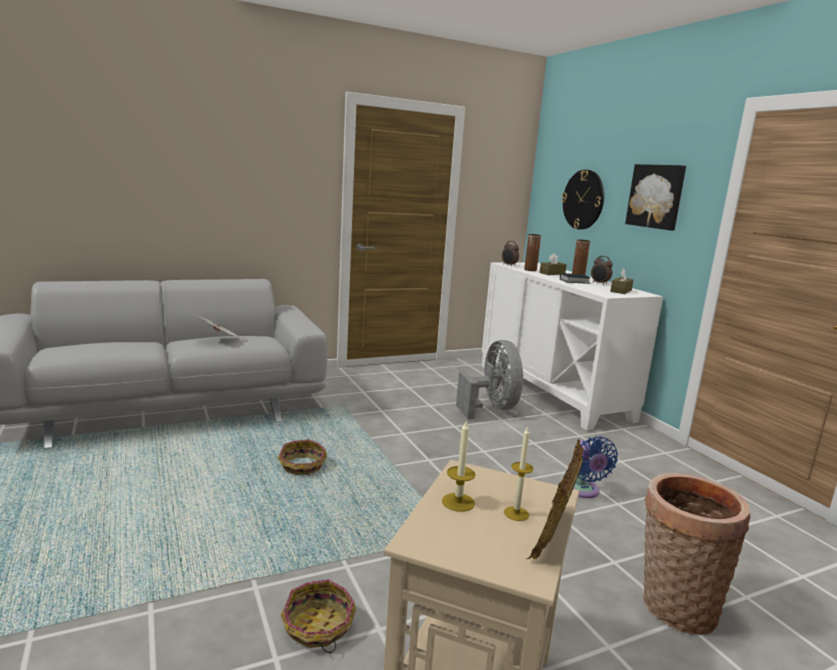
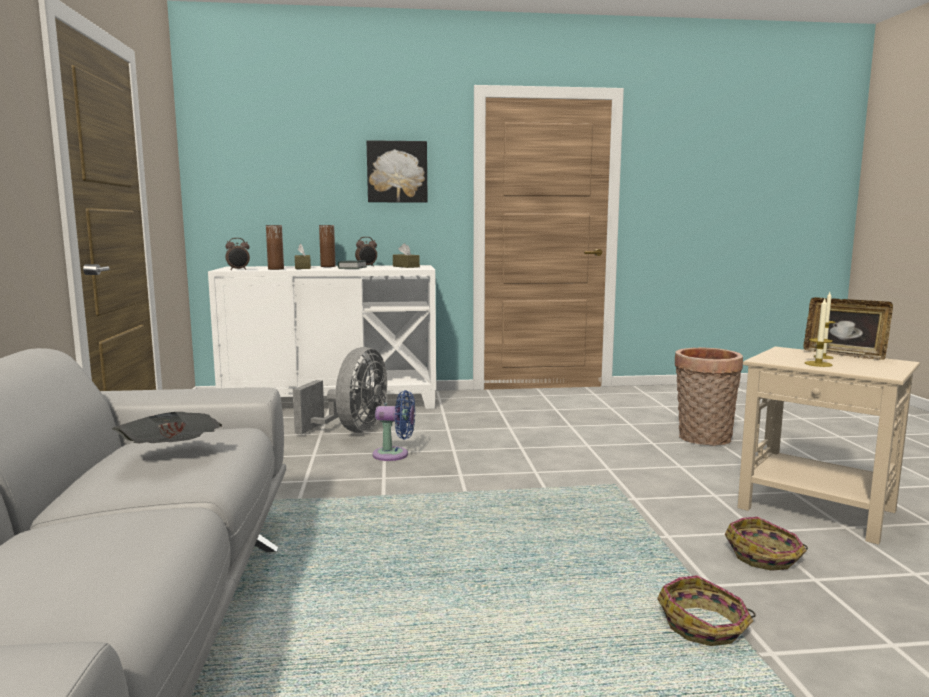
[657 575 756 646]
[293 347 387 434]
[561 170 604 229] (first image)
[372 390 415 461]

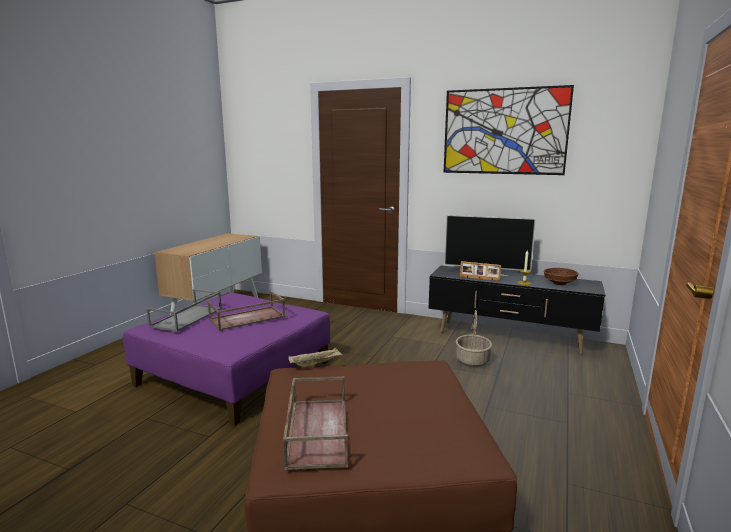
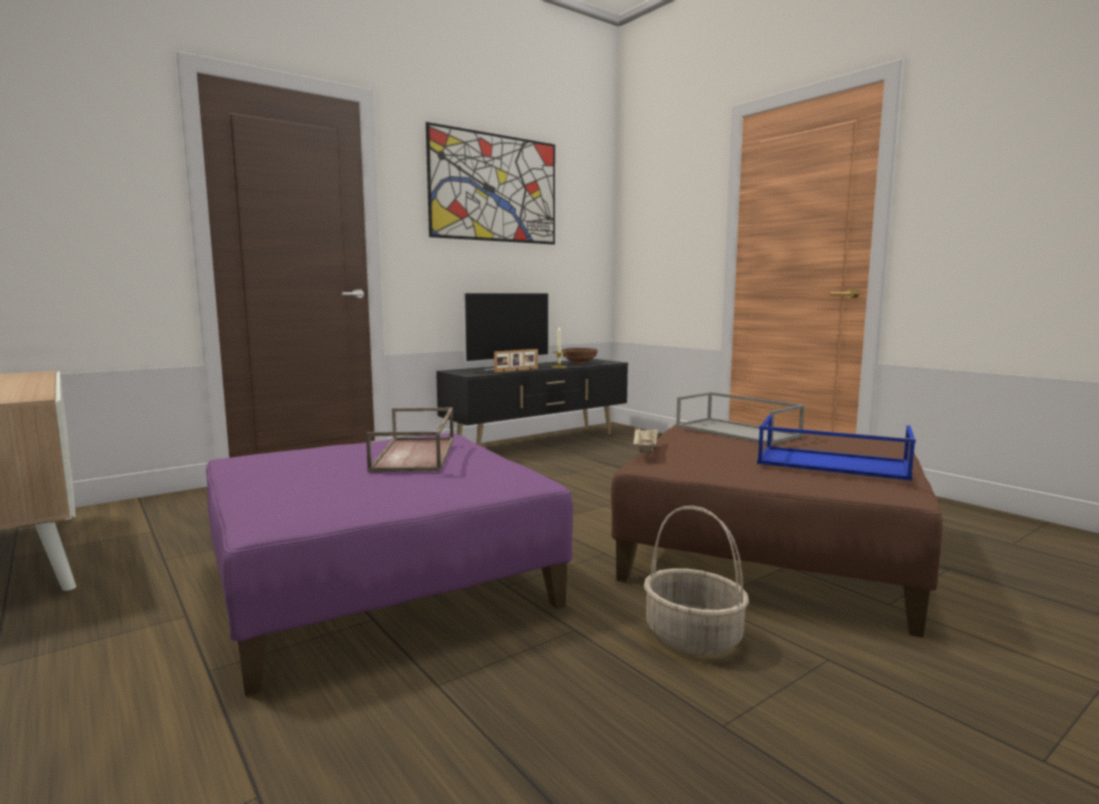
[676 392 805 445]
[757 415 916 481]
[644 506 749 655]

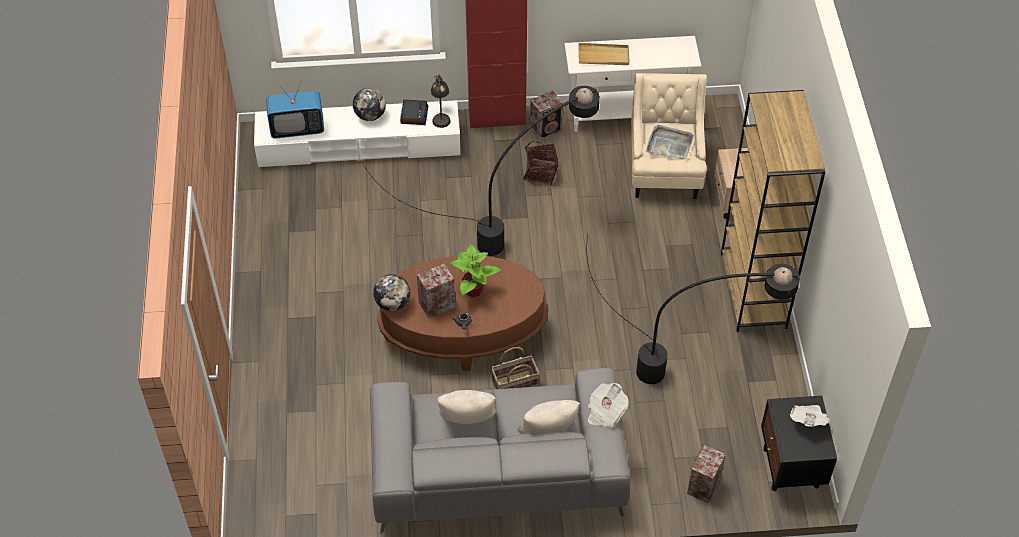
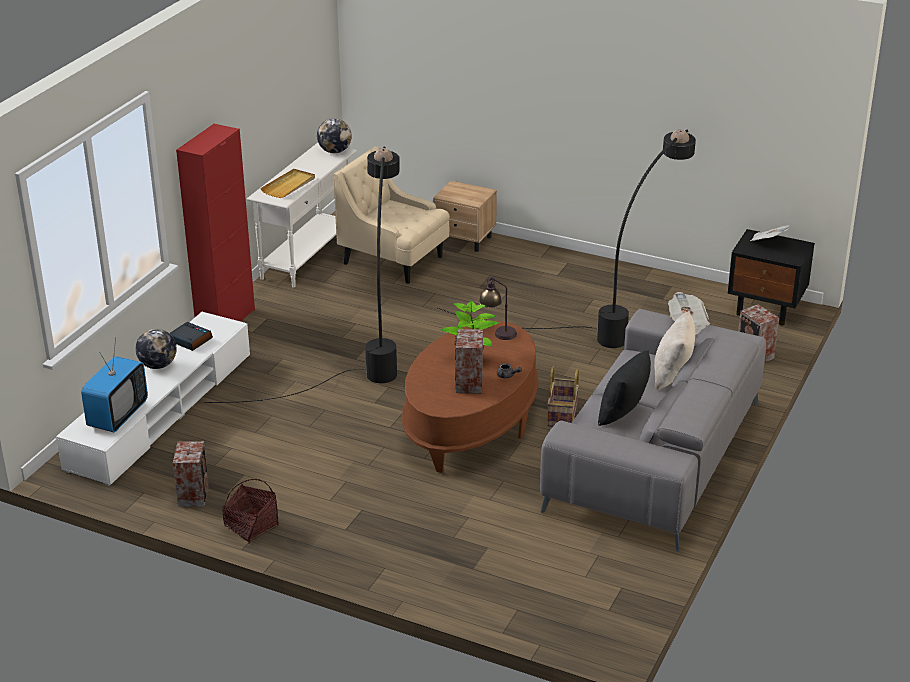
[317 118 352 153]
[479 276 517 340]
[598 350 651 426]
[222 479 279 544]
[173 441 209 507]
[646 125 694 160] (first image)
[721 90 825 332] (first image)

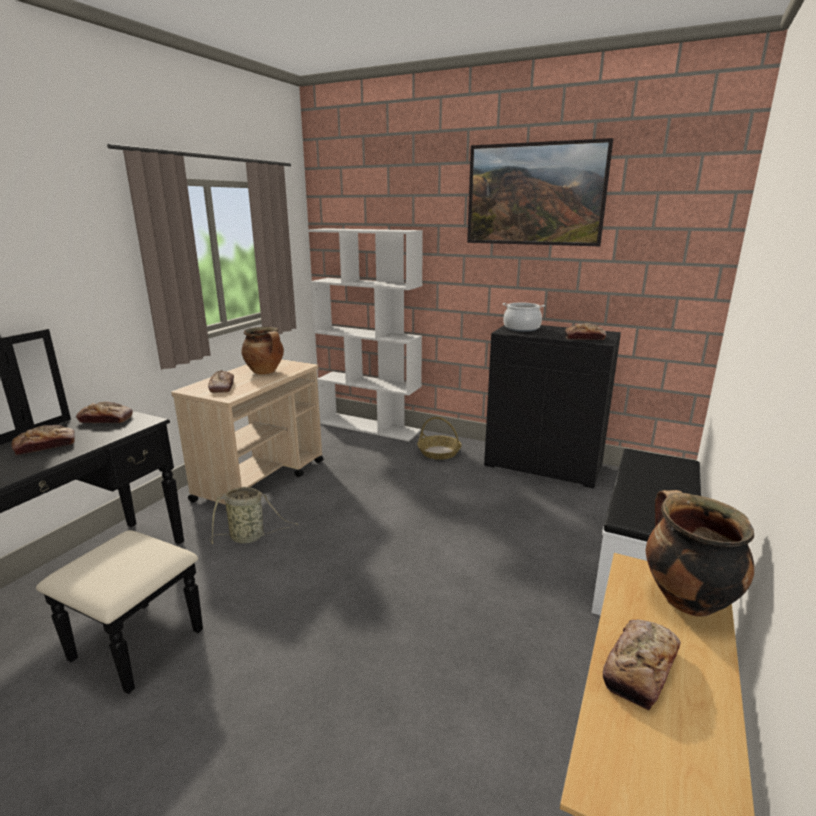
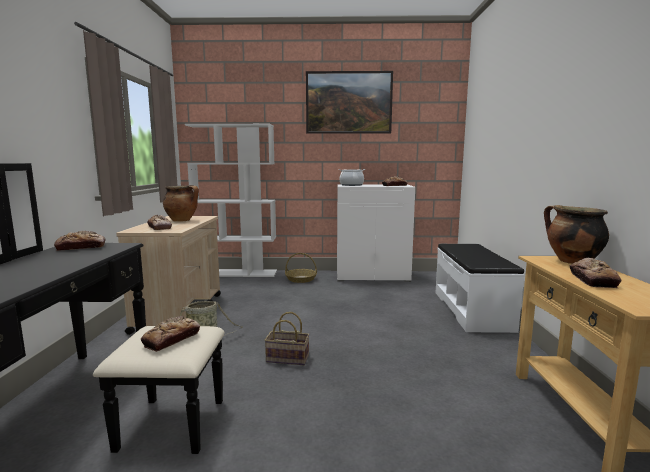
[141 316 200 352]
[337 185 415 282]
[265 312 310 365]

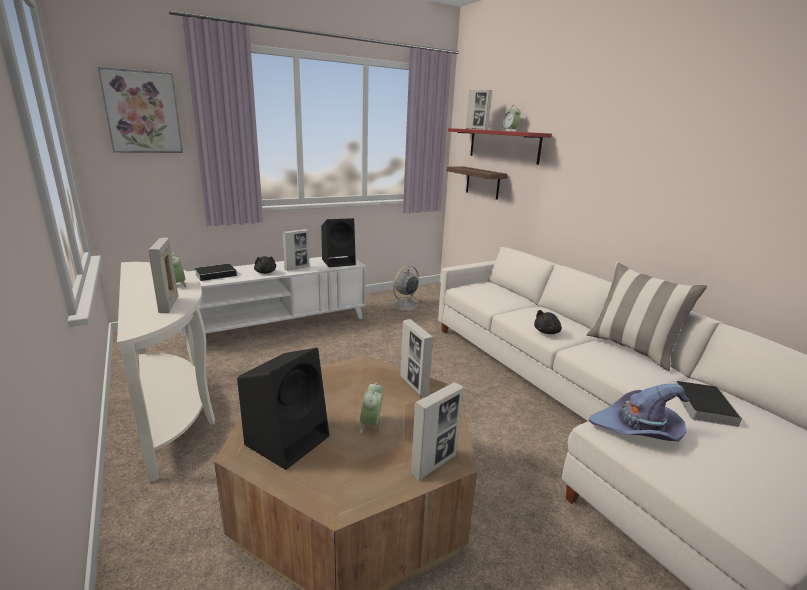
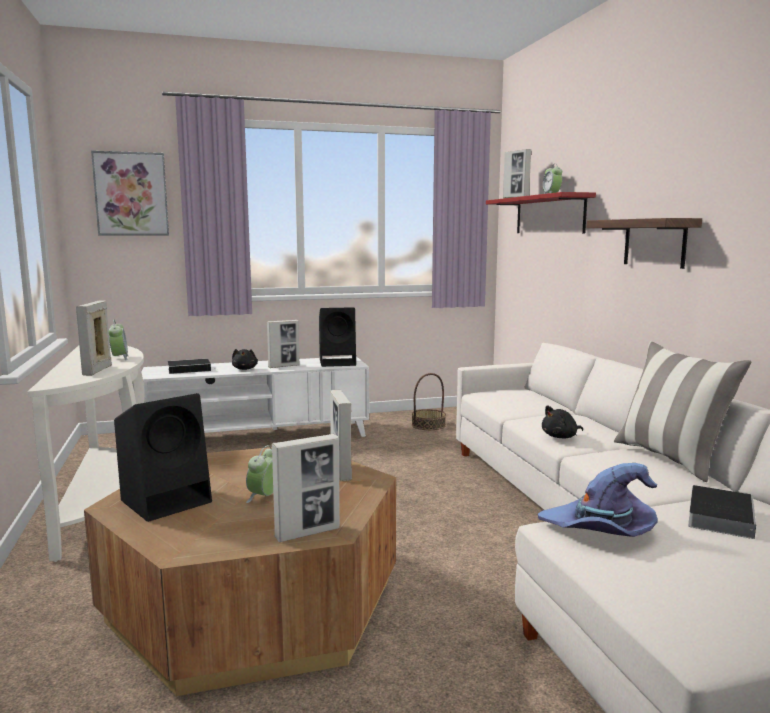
[412 373 446 430]
[587 218 702 269]

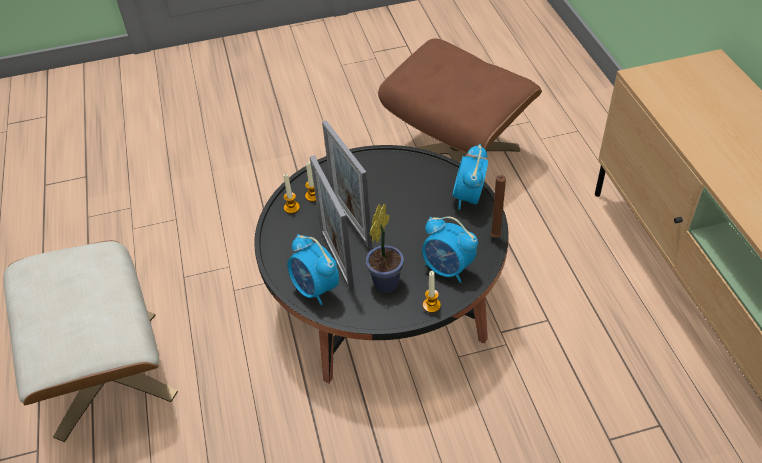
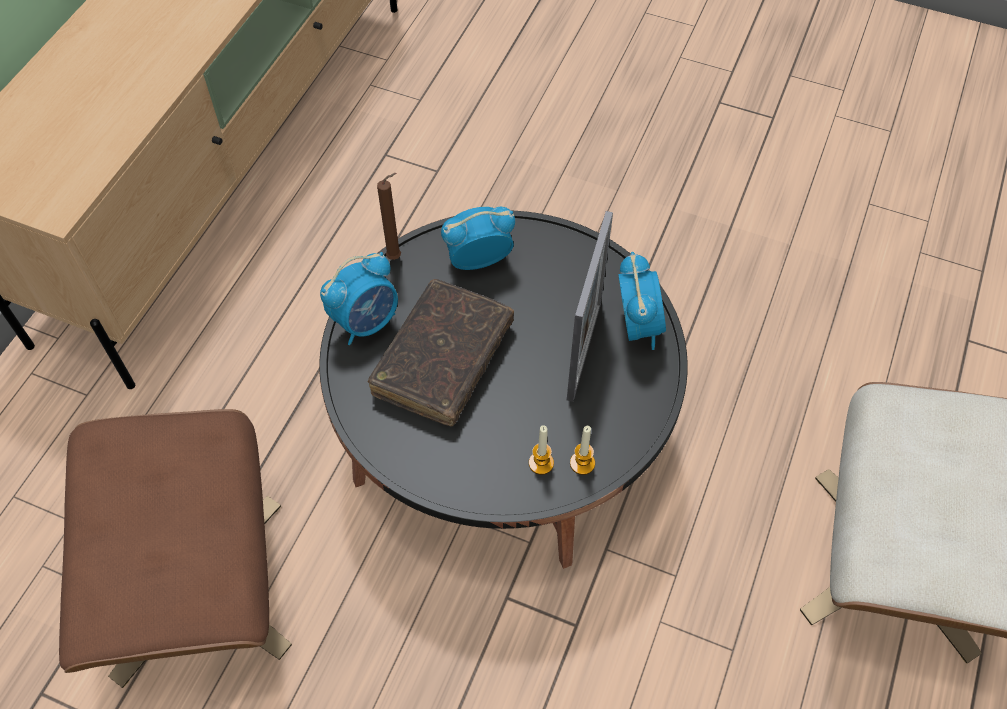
[322 120 372 248] (first image)
[366 203 404 293] (first image)
[441 207 515 270]
[423 271 441 313] (first image)
[367 279 514 426]

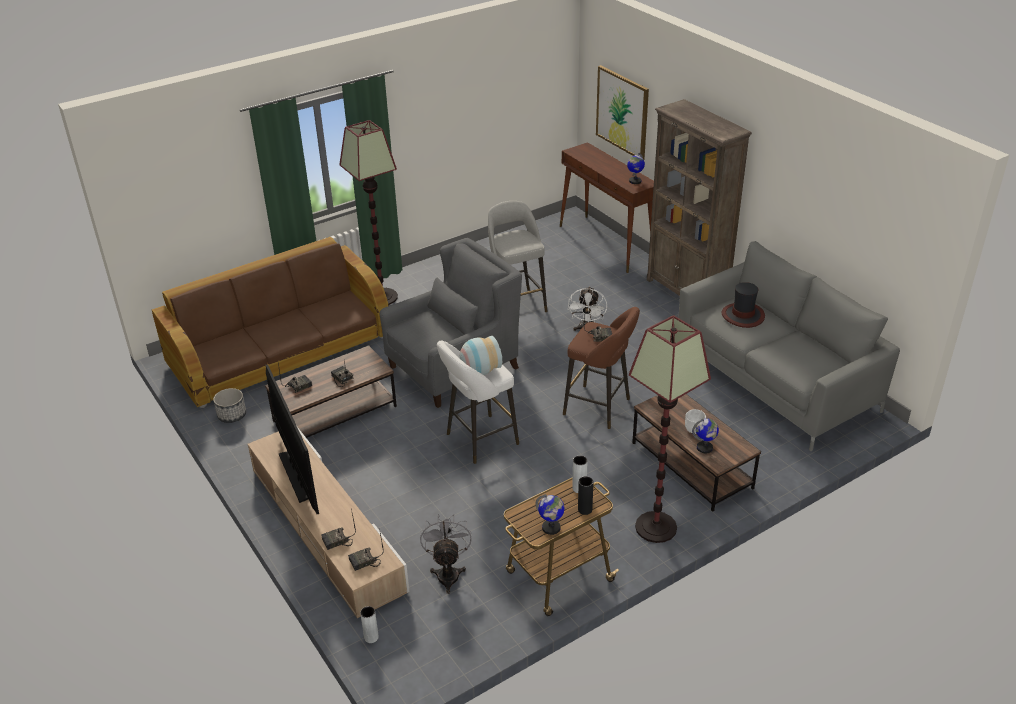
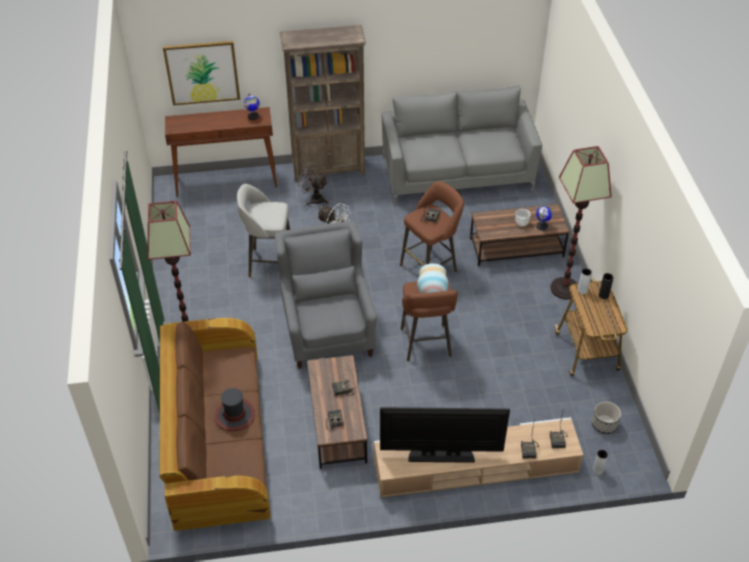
[592 402 621 434]
[296 162 328 206]
[401 281 458 361]
[535 494 565 535] (first image)
[215 388 255 431]

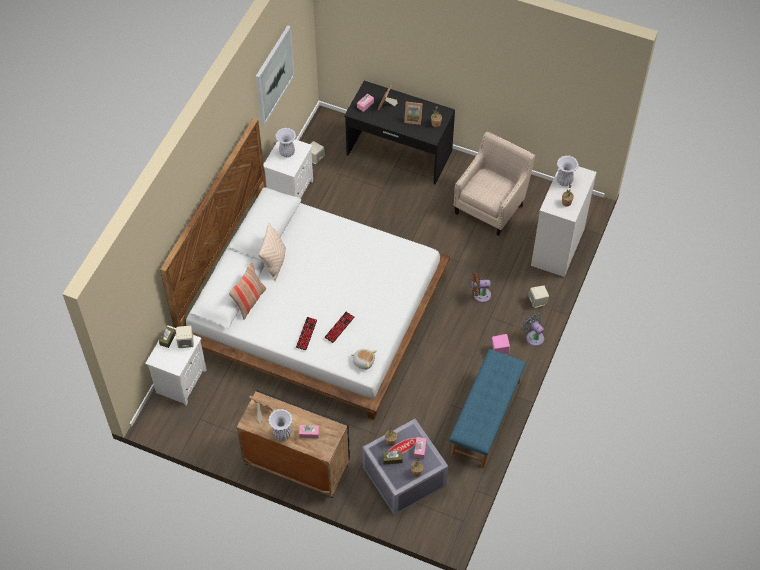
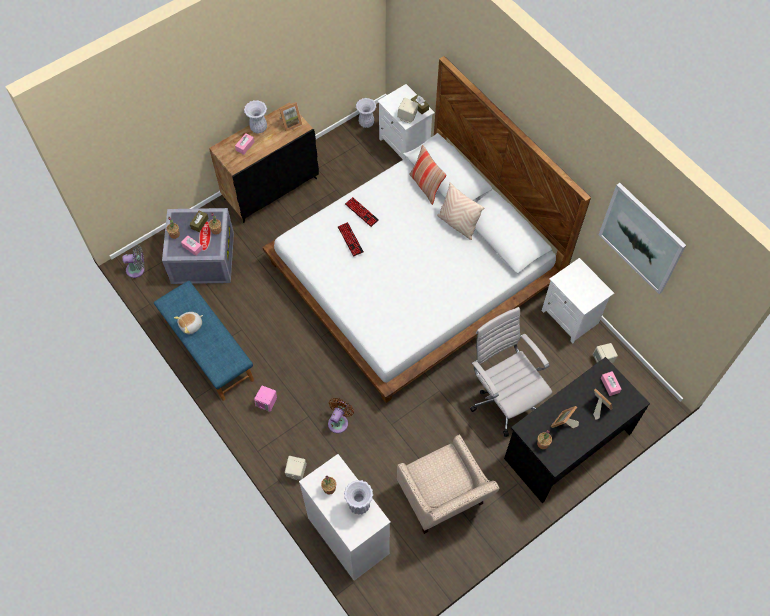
[356 98 376 128]
[174 312 203 335]
[122 245 145 278]
[470 307 552 437]

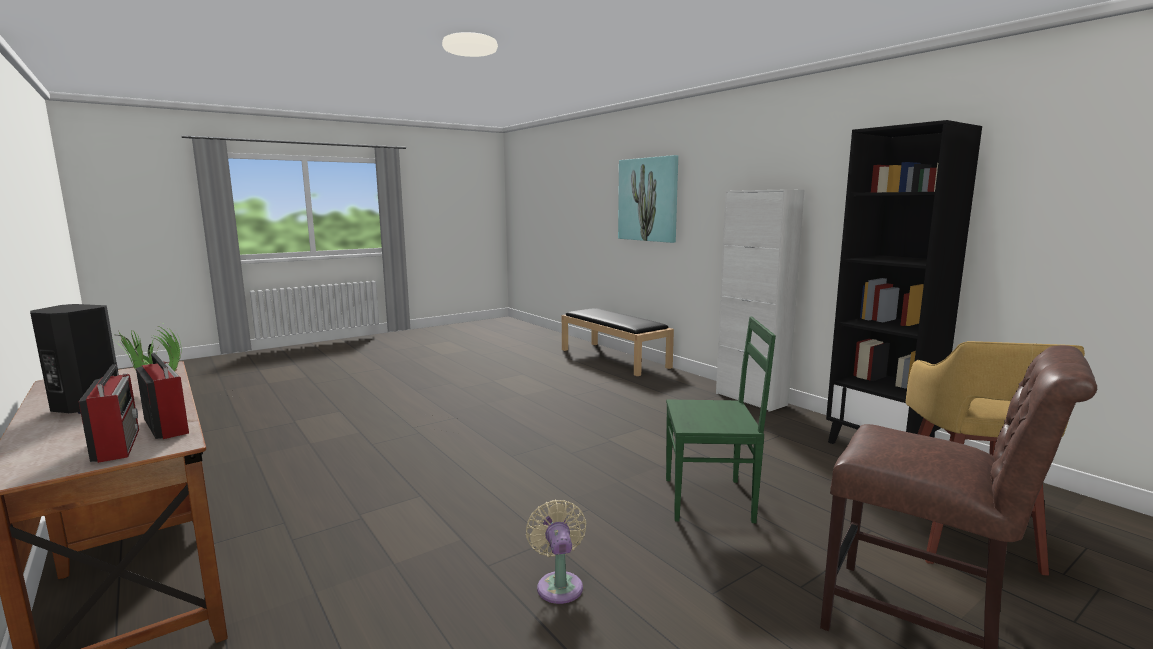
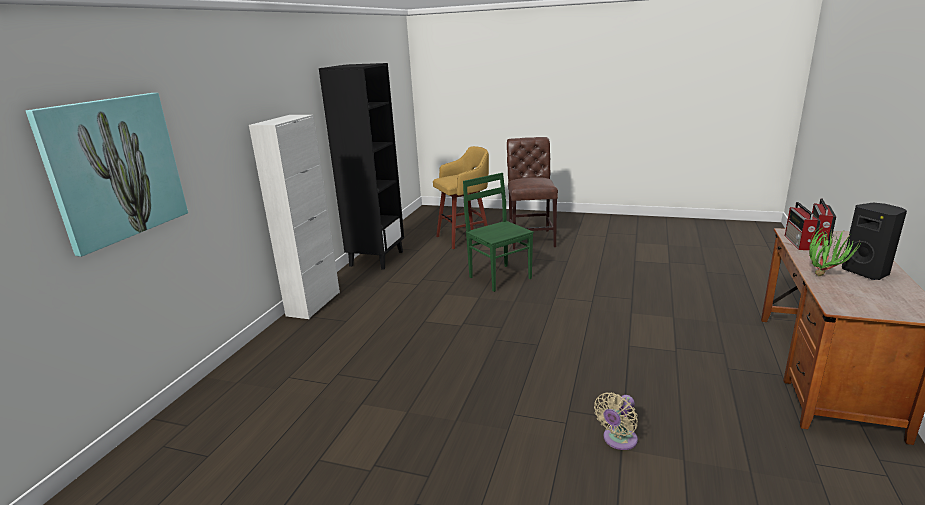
[594 392 638 450]
[562 308 674 376] (first image)

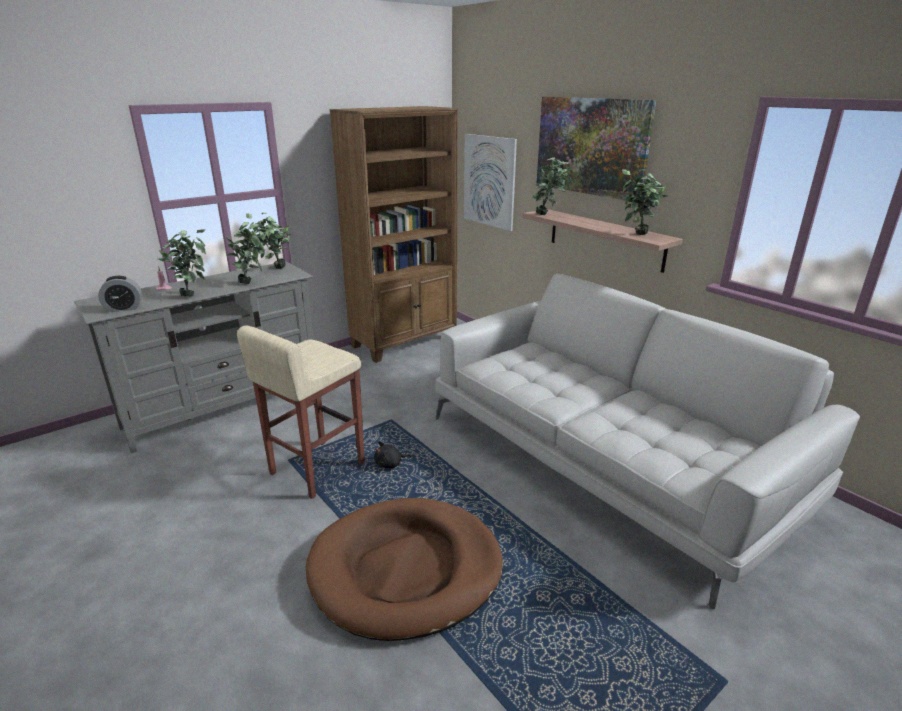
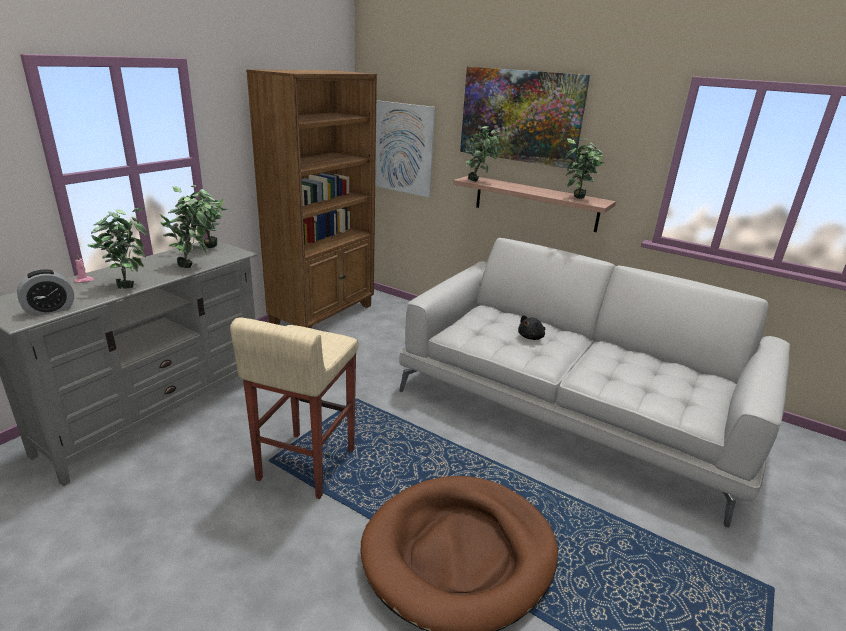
[518 315 545 340]

